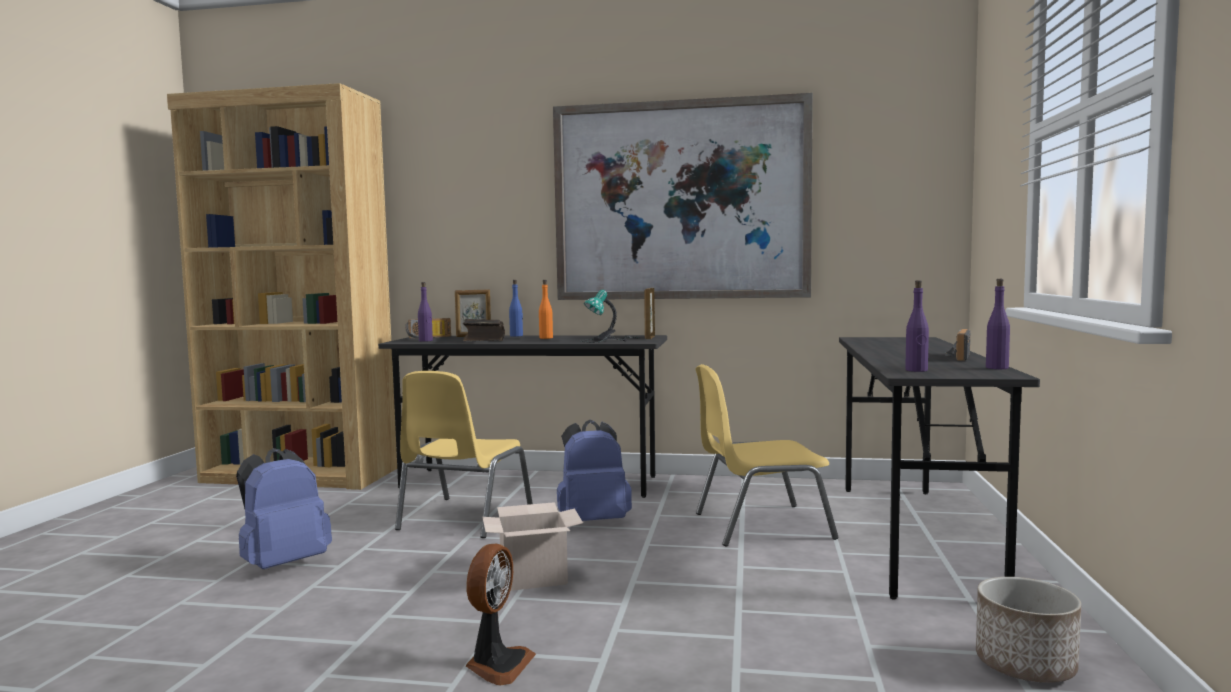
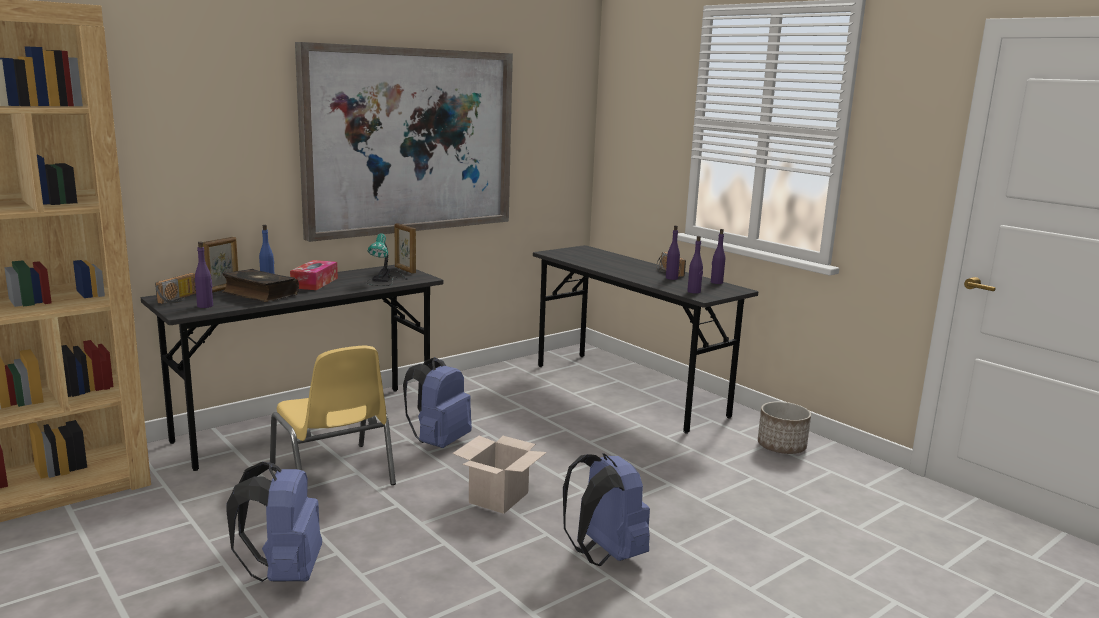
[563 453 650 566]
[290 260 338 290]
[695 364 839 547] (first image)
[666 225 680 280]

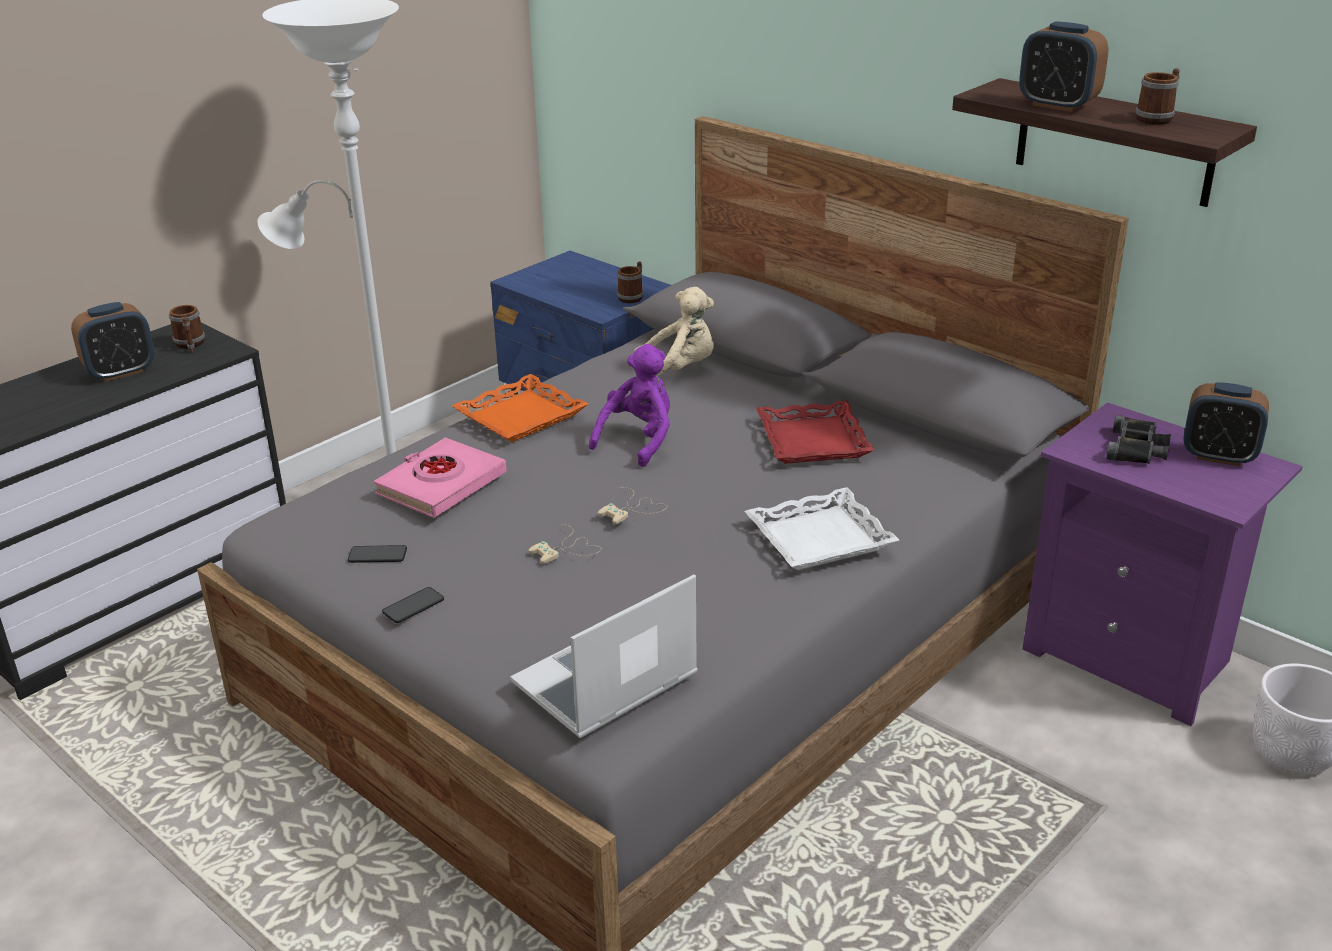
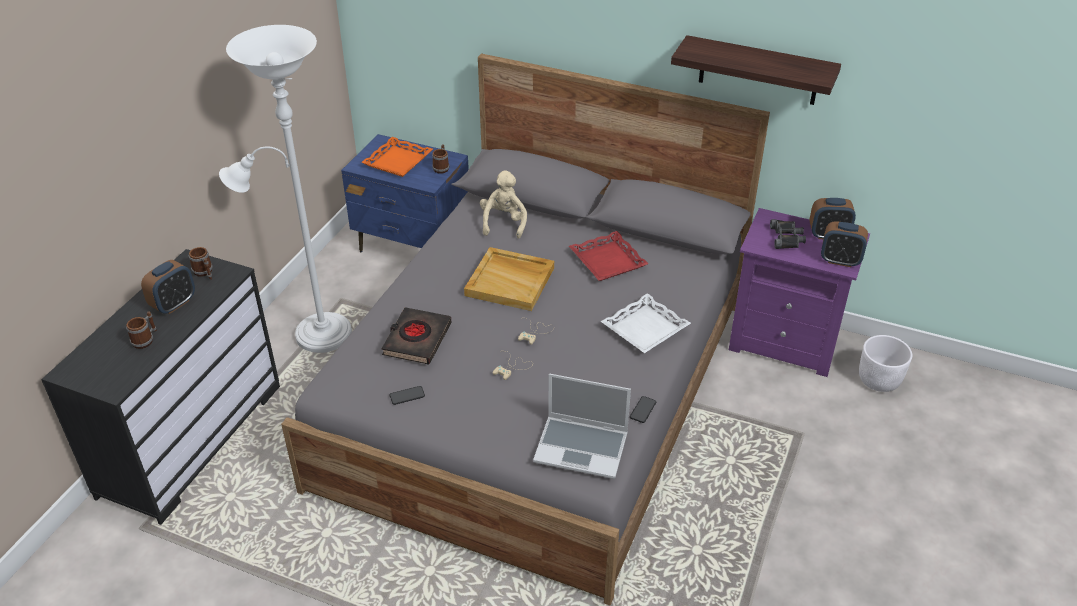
[382 307 452 364]
[630 396 656 423]
[361 137 433 177]
[533 374 631 479]
[464 247 554 311]
[480 171 527 238]
[821 221 868 267]
[126 311 157 349]

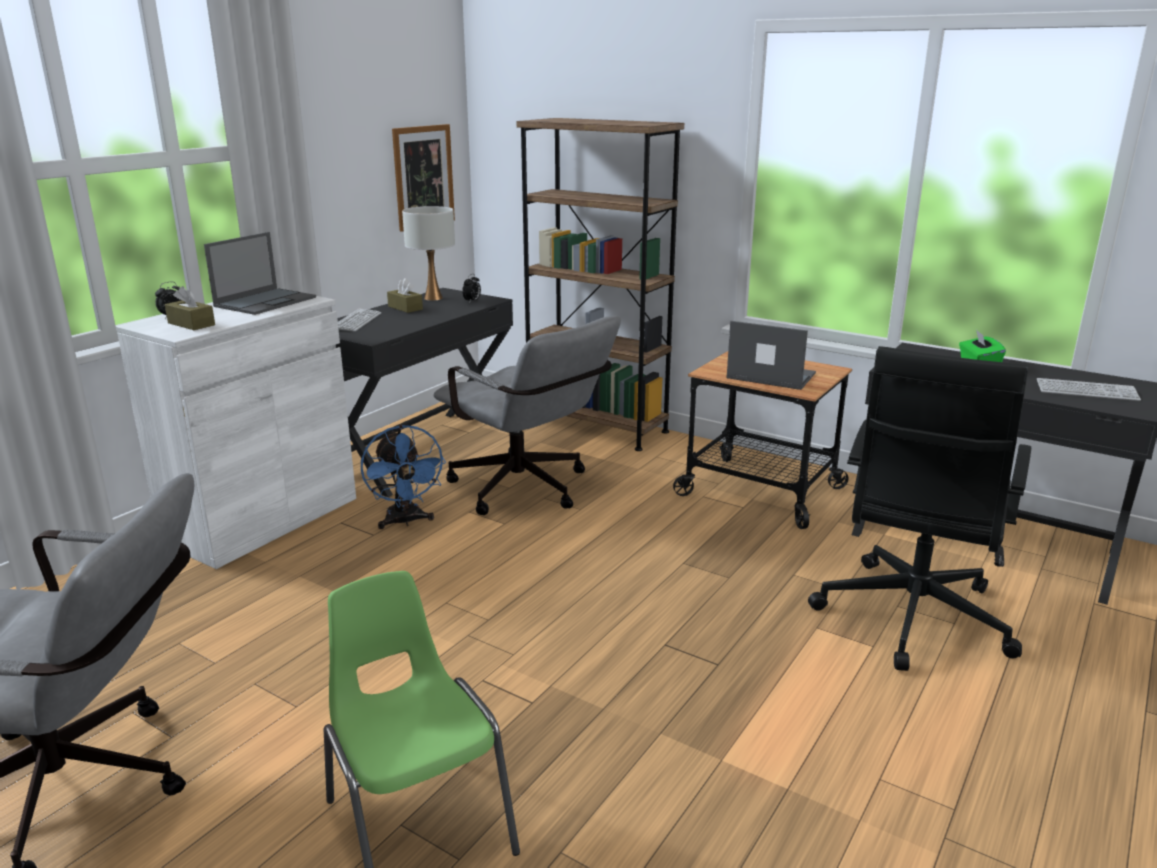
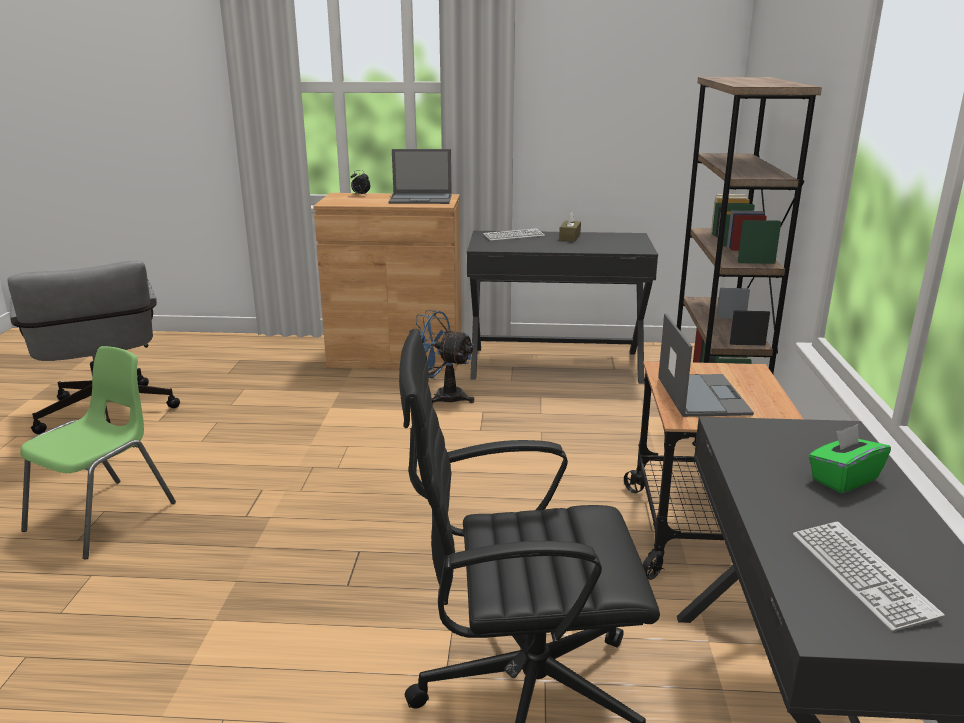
[313 193 461 371]
[165 286 215 330] (first image)
[409 310 474 404]
[392 124 455 232] (first image)
[402 206 455 301] (first image)
[433 316 621 515] (first image)
[462 274 481 303] (first image)

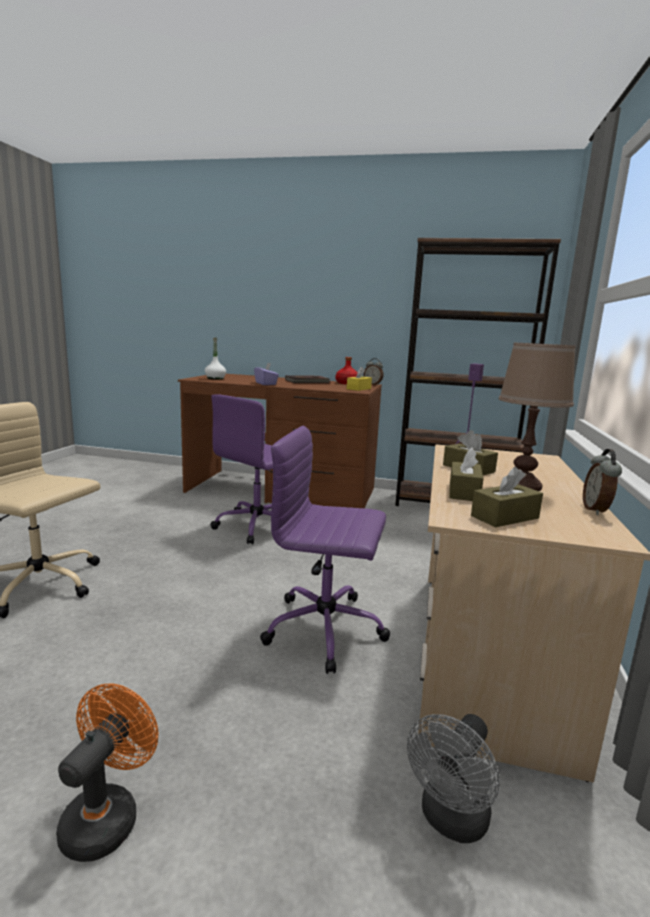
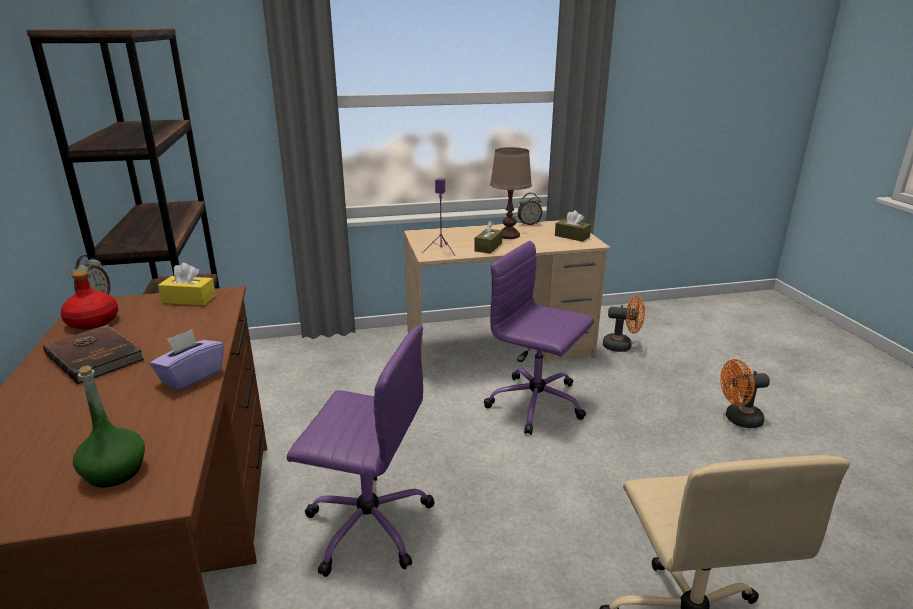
[73 365 145 488]
[484 241 594 435]
[603 296 645 352]
[449 448 483 501] (first image)

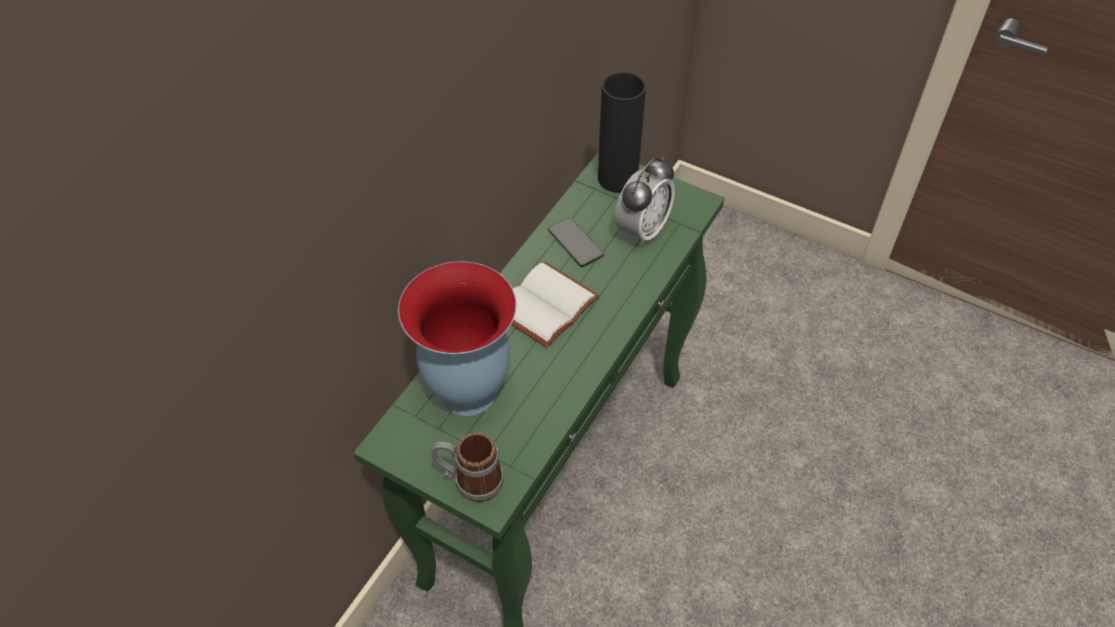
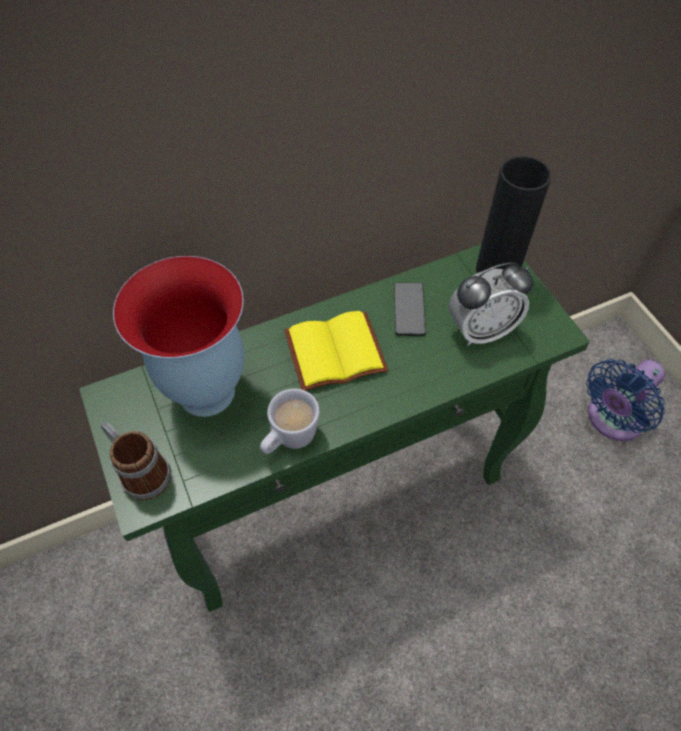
[284 311 388 391]
[260 389 320 454]
[586 359 665 441]

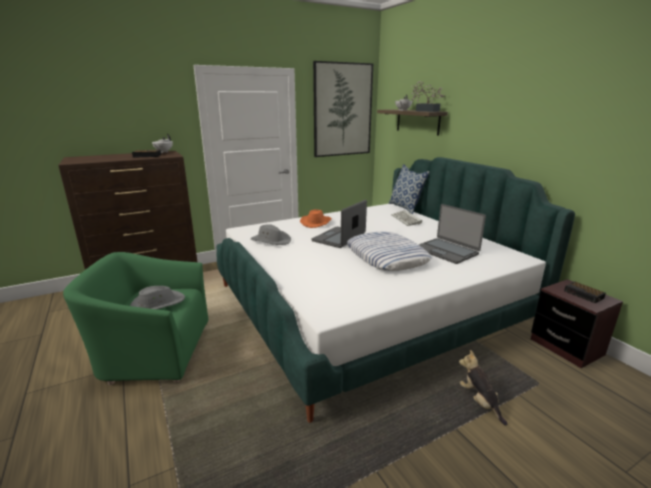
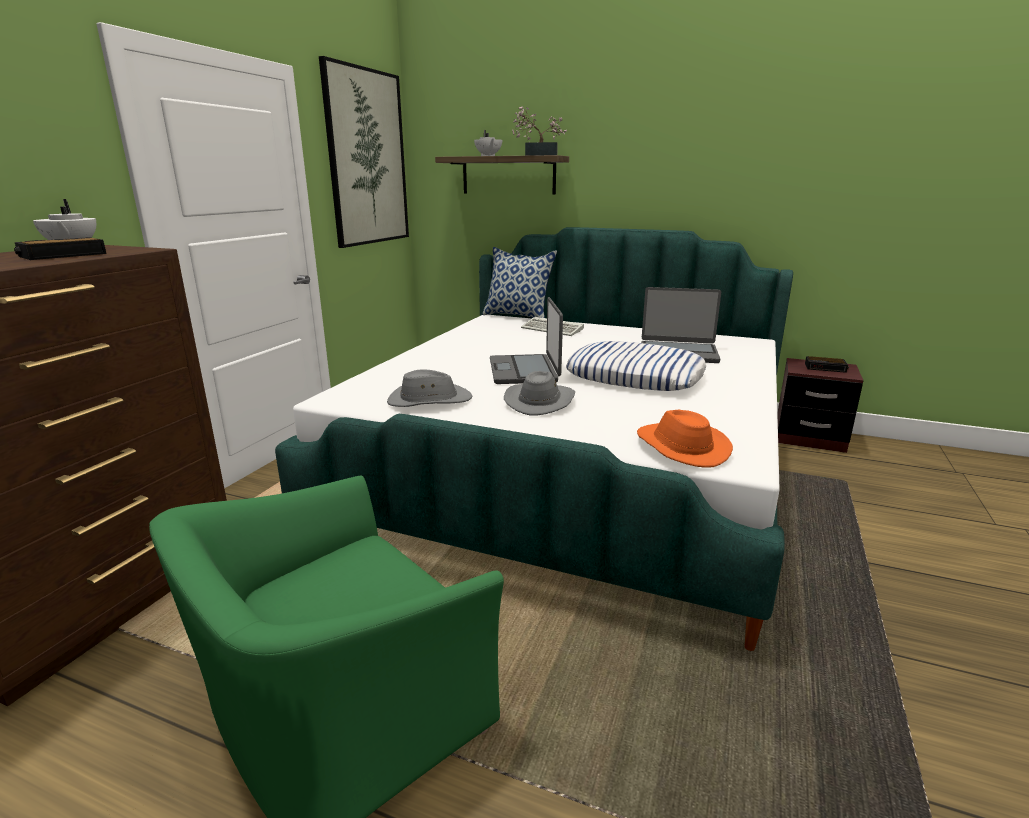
[504 371 575 416]
[637 410 733 468]
[459 350 507 425] (first image)

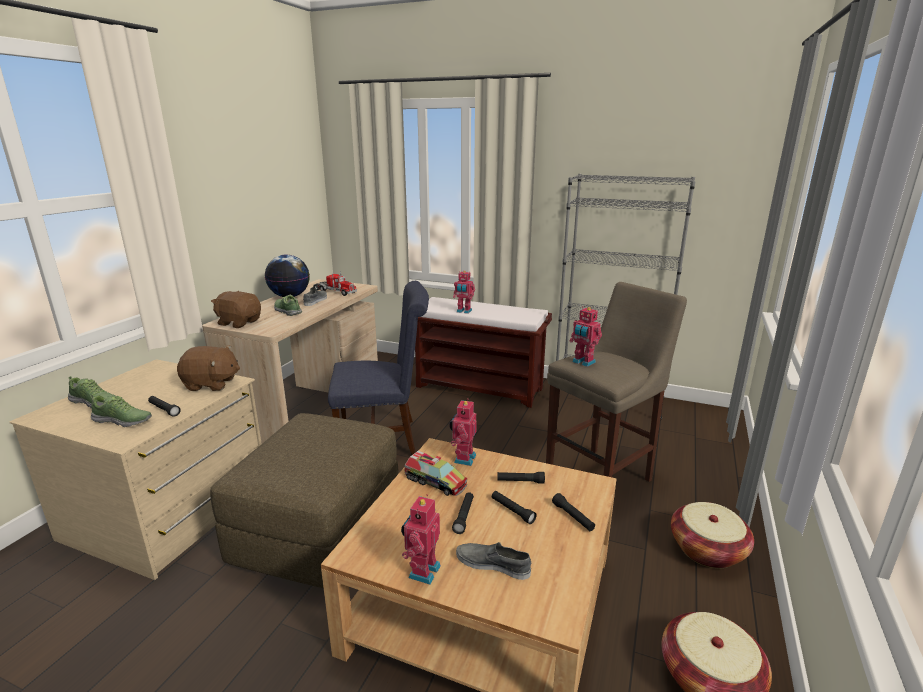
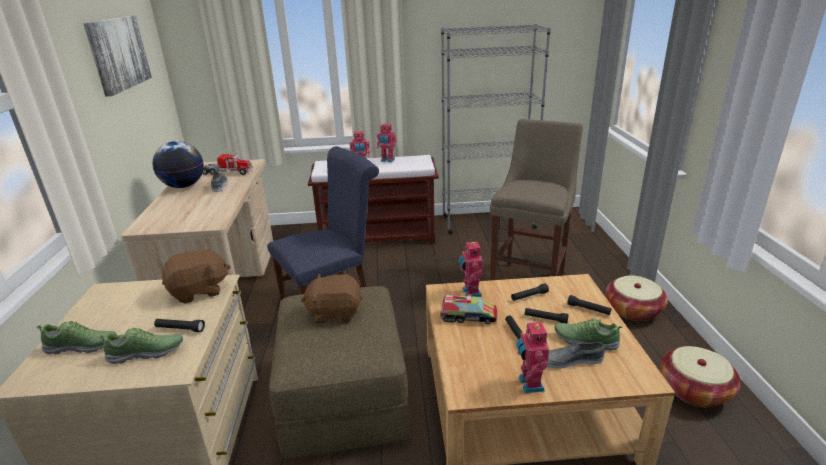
[301 273 363 324]
[555 318 622 351]
[377 123 397 162]
[83 15 152 96]

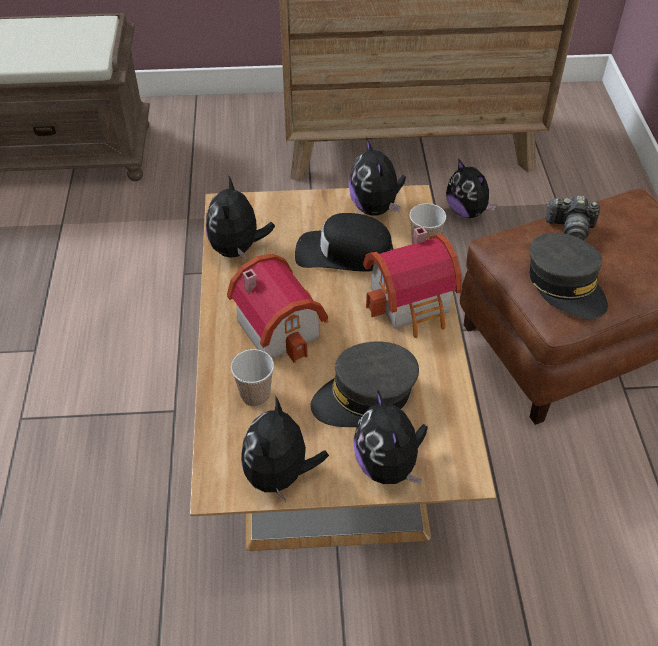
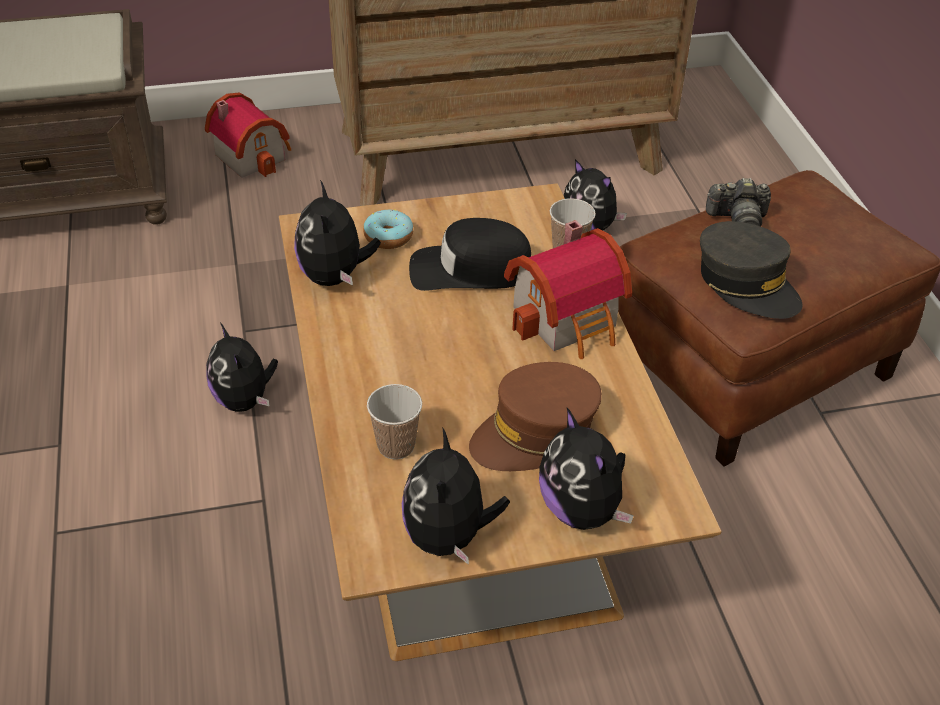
[205 92 291 178]
[469 362 602 471]
[206 323 278 412]
[363 210 413 249]

